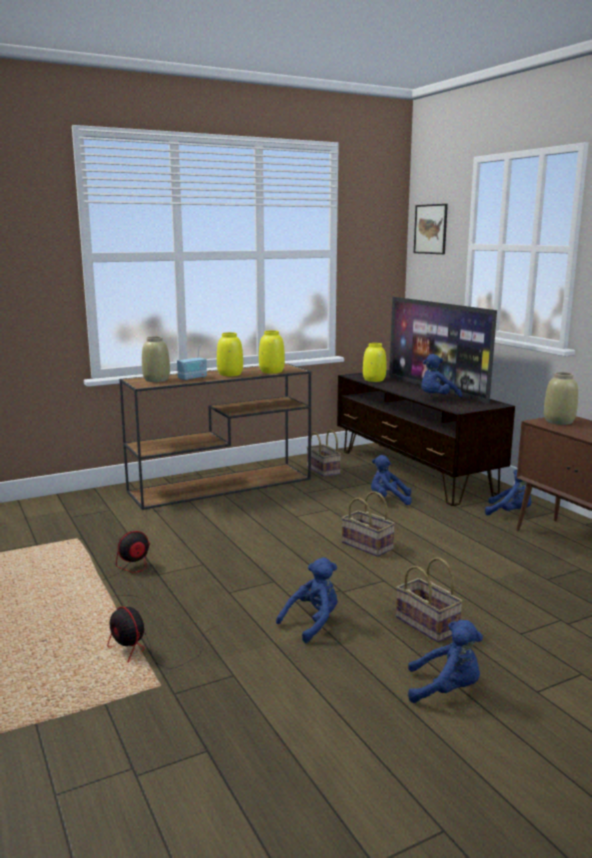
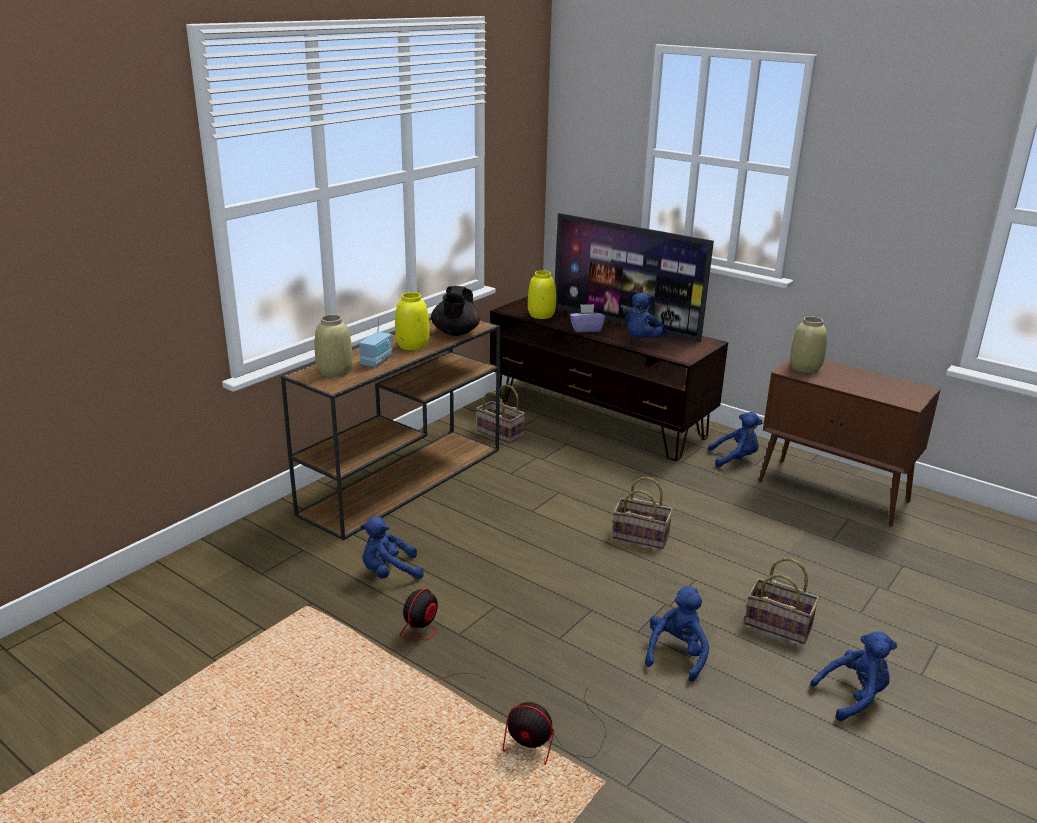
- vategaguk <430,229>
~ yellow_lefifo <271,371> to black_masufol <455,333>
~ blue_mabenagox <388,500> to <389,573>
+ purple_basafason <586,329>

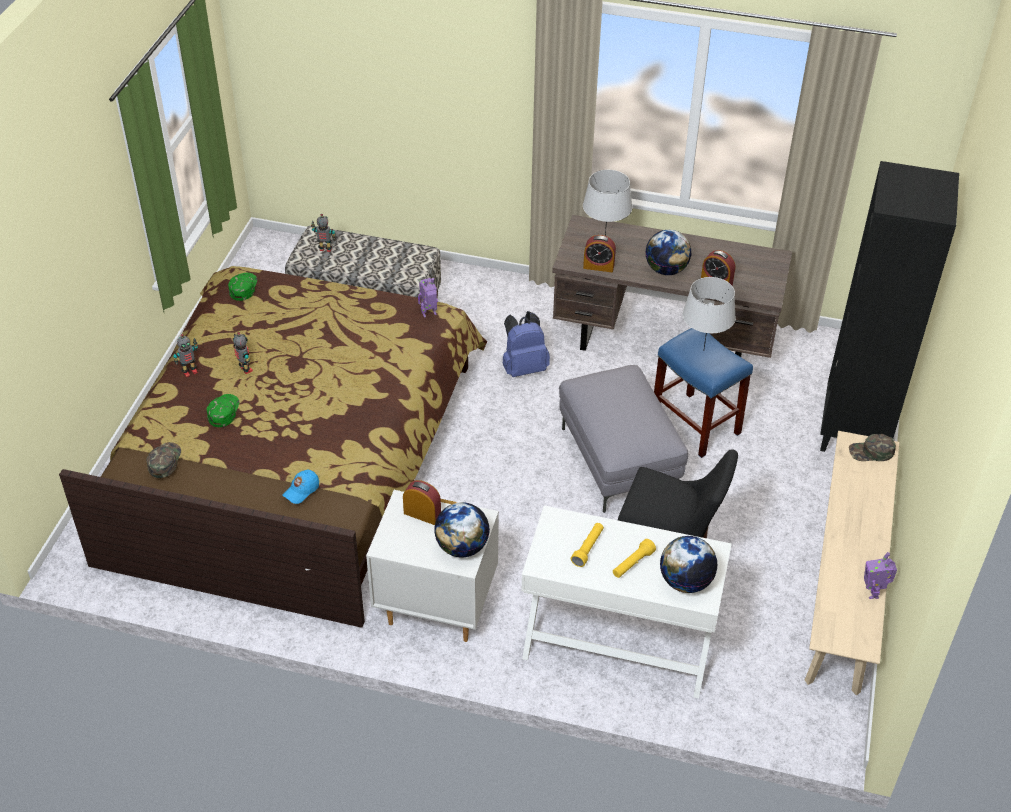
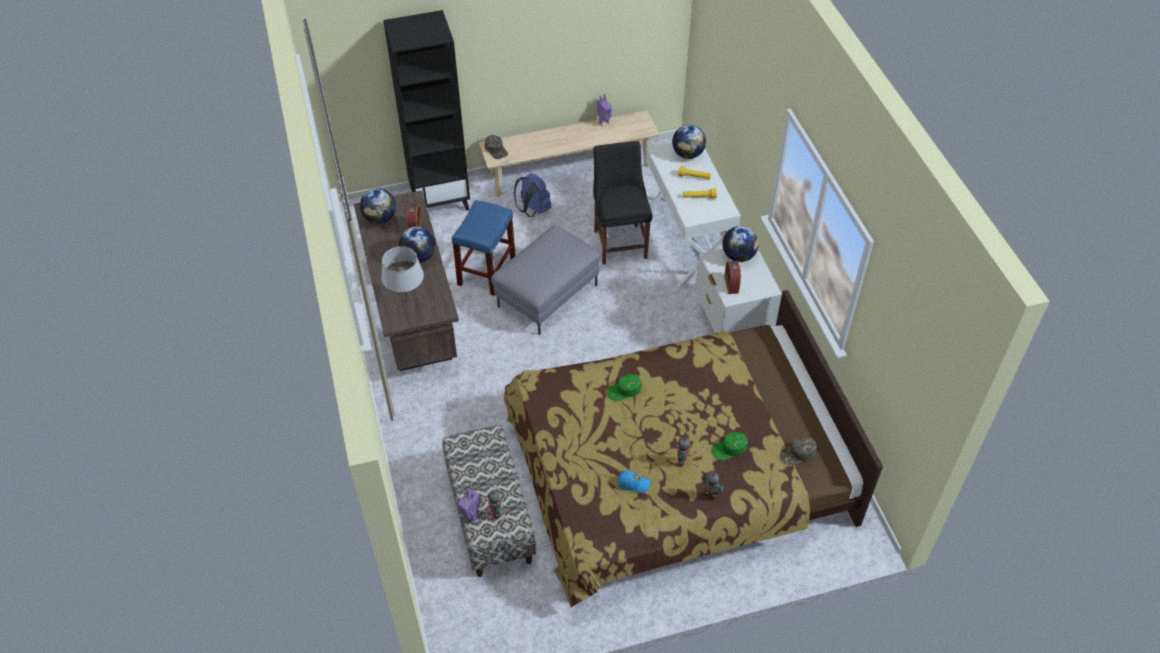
- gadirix <598,266>
~ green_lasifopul <243,287> to <624,390>
- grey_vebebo <703,350>
~ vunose <429,314> to <471,516>
~ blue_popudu <523,367> to <532,210>
~ blue_lasifopul <301,490> to <633,484>
+ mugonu <380,218>

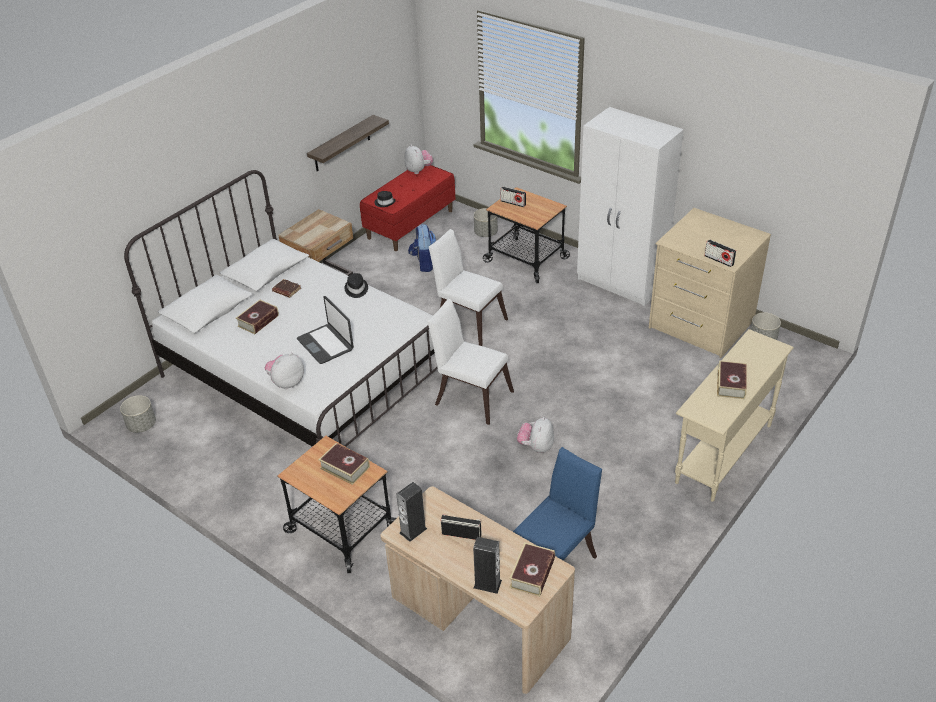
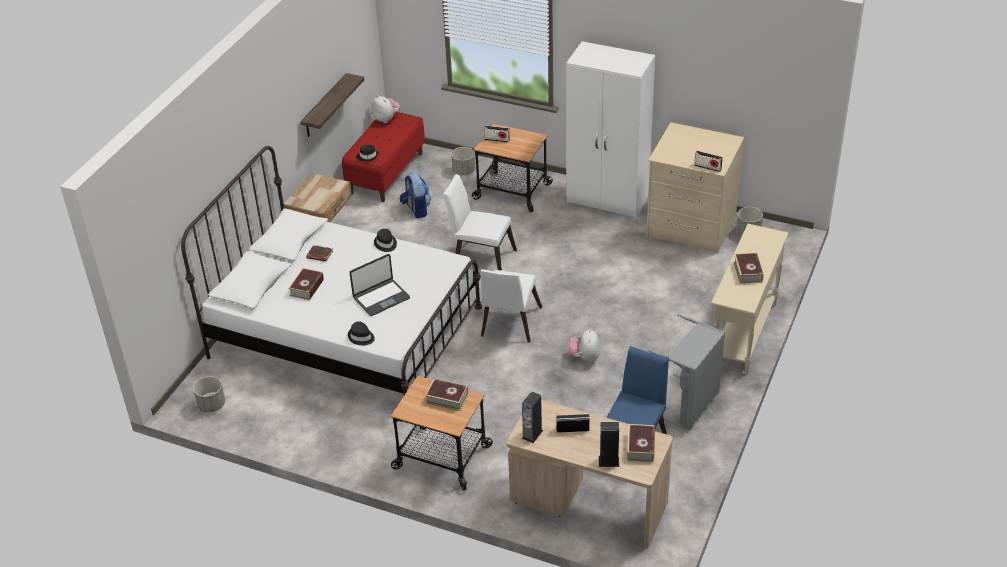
~ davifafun <326,344> = <381,298> 75 degrees counterclockwise
~ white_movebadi <470,396> = <509,324> 90 degrees counterclockwise
~ mabenagox <286,382> to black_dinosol <361,337>
+ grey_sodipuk <689,406>

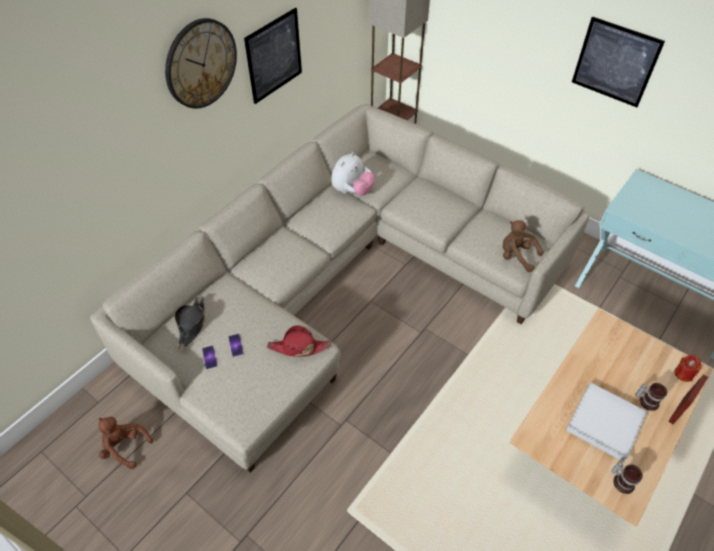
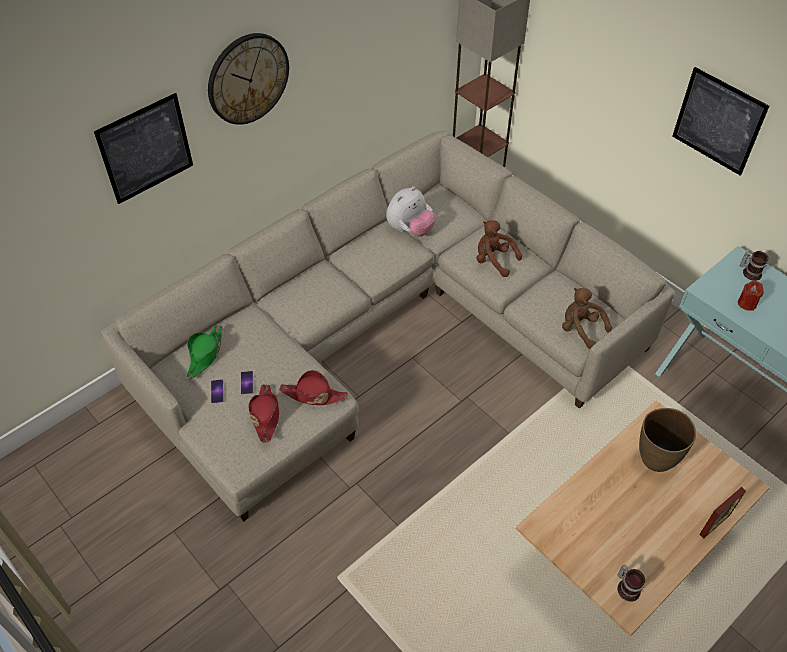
~ vategaguk <274,56> to <145,148>
~ black_dinosol <192,324> to green_dinosol <205,354>
~ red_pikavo <683,374> to <747,303>
- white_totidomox <604,422>
~ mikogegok <647,400> to <750,272>
~ brown_mabenagox <125,447> to <494,260>
+ red_dinosol <265,415>
+ brown_lefifo <655,460>

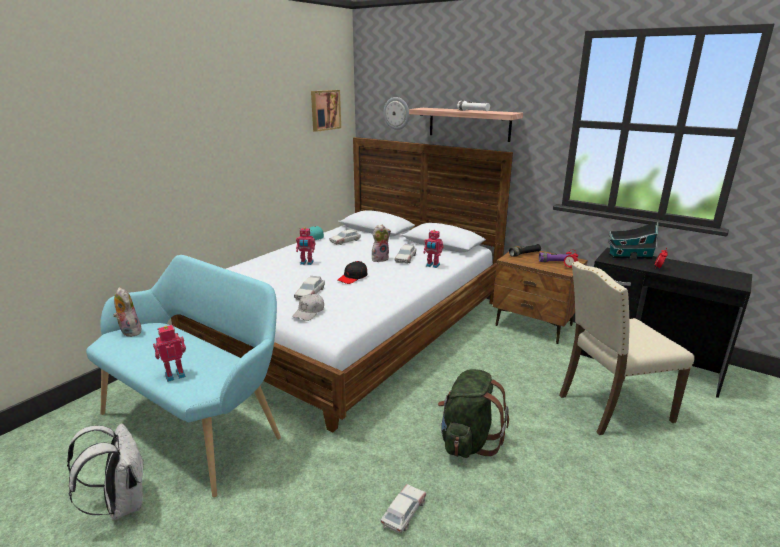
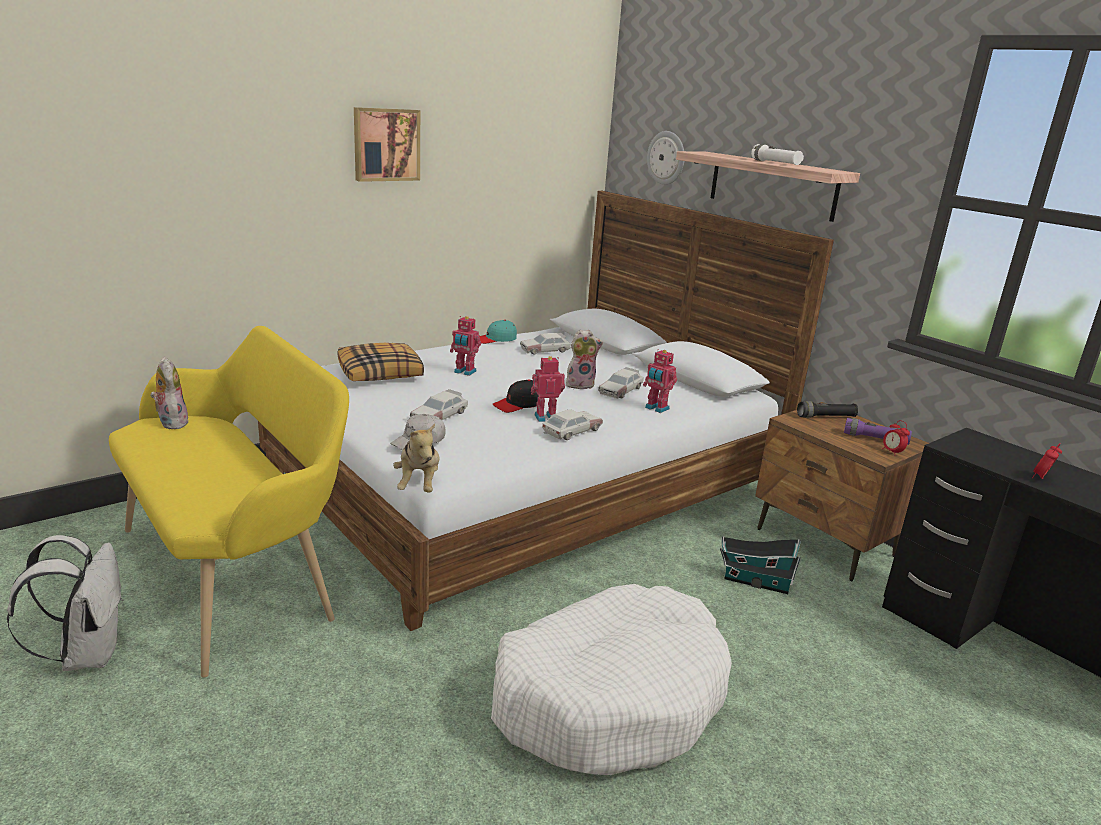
~ vategaguk <325,110> to <386,144>
~ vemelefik <629,256> to <754,581>
~ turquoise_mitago <198,423> to yellow_mitago <237,572>
- beige_movebadi <611,407>
~ vunose <175,374> to <545,417>
~ green_popudu <468,441> to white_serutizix <609,696>
~ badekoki <403,513> to <571,431>
+ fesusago <381,373>
+ mabenagox <419,484>

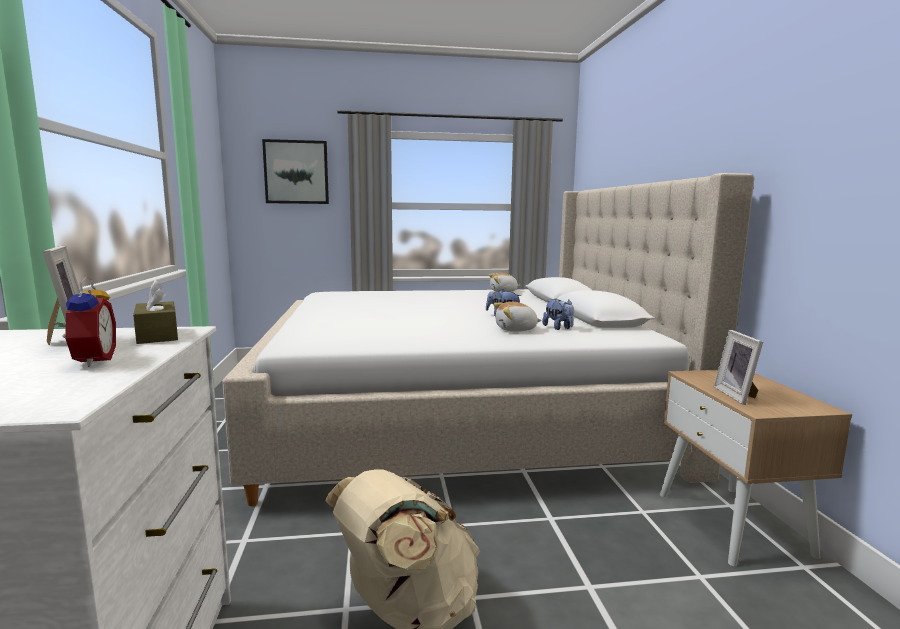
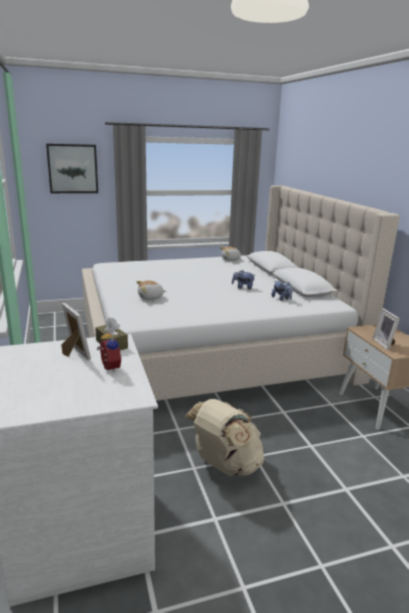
~ mabenagox <516,330> to <150,297>

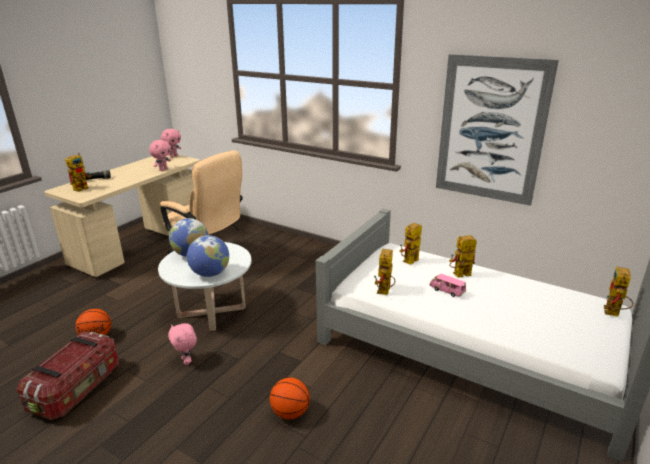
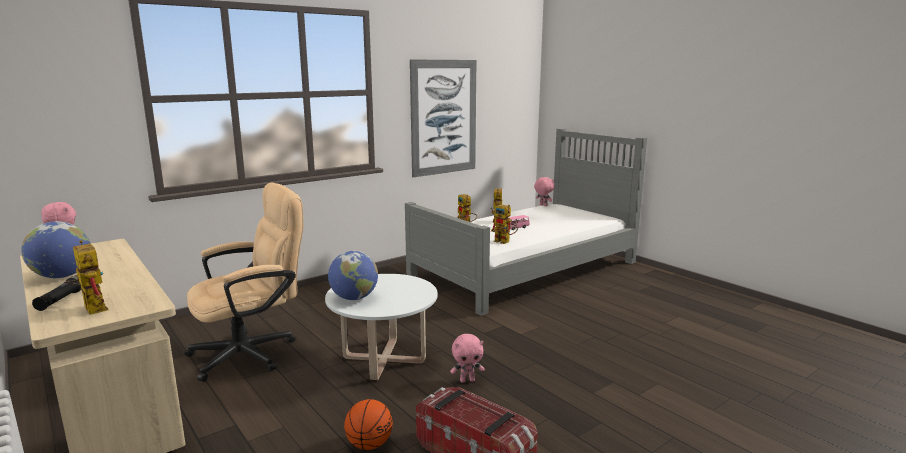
~ pink_mabenagox <163,169> to <543,205>
~ mugonu <210,274> to <62,276>
- vunose <613,314>
- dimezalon <290,412>

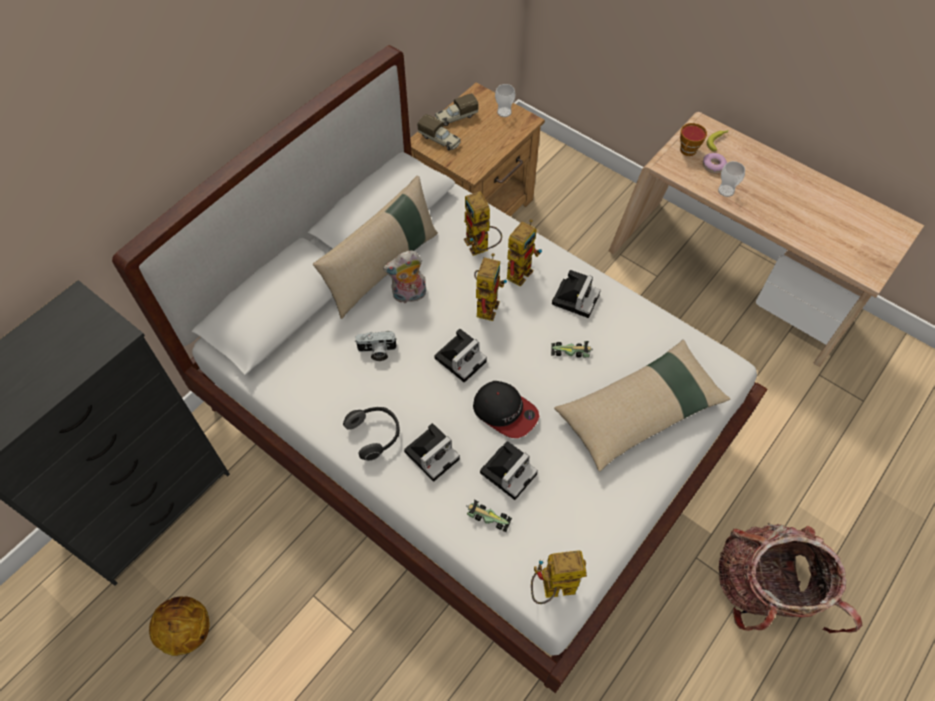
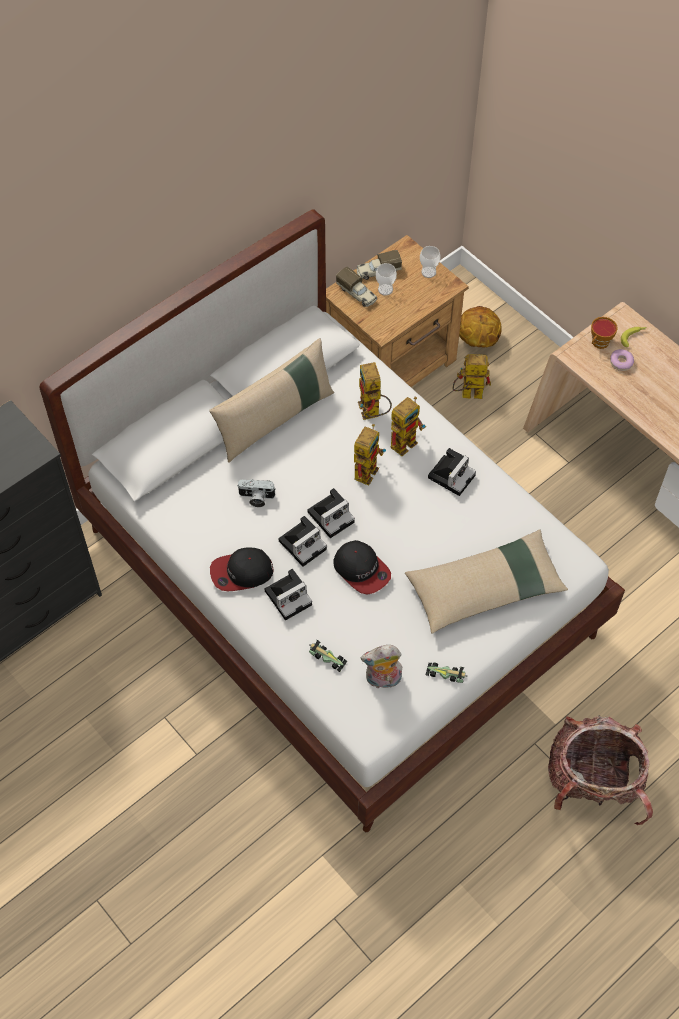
~ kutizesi <726,191> to <385,289>
~ mabenagox <409,296> to <382,680>
~ badekoki <571,351> to <446,674>
~ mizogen <375,435> to lasifopul <241,572>
~ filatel <509,471> to <303,543>
~ vunose <551,590> to <467,394>
~ dimezalon <187,631> to <477,340>

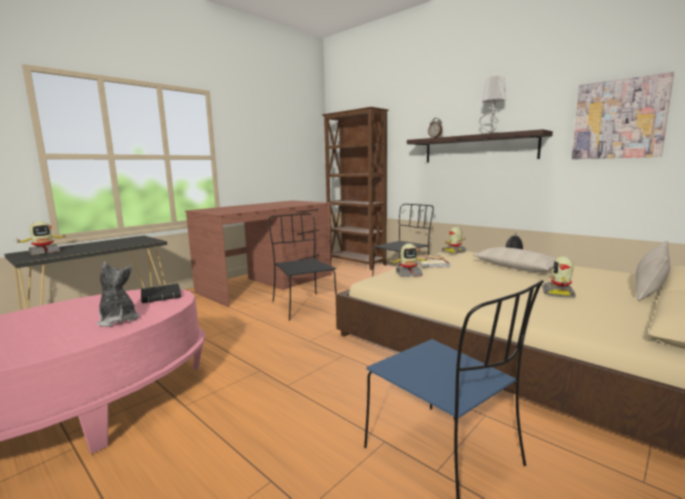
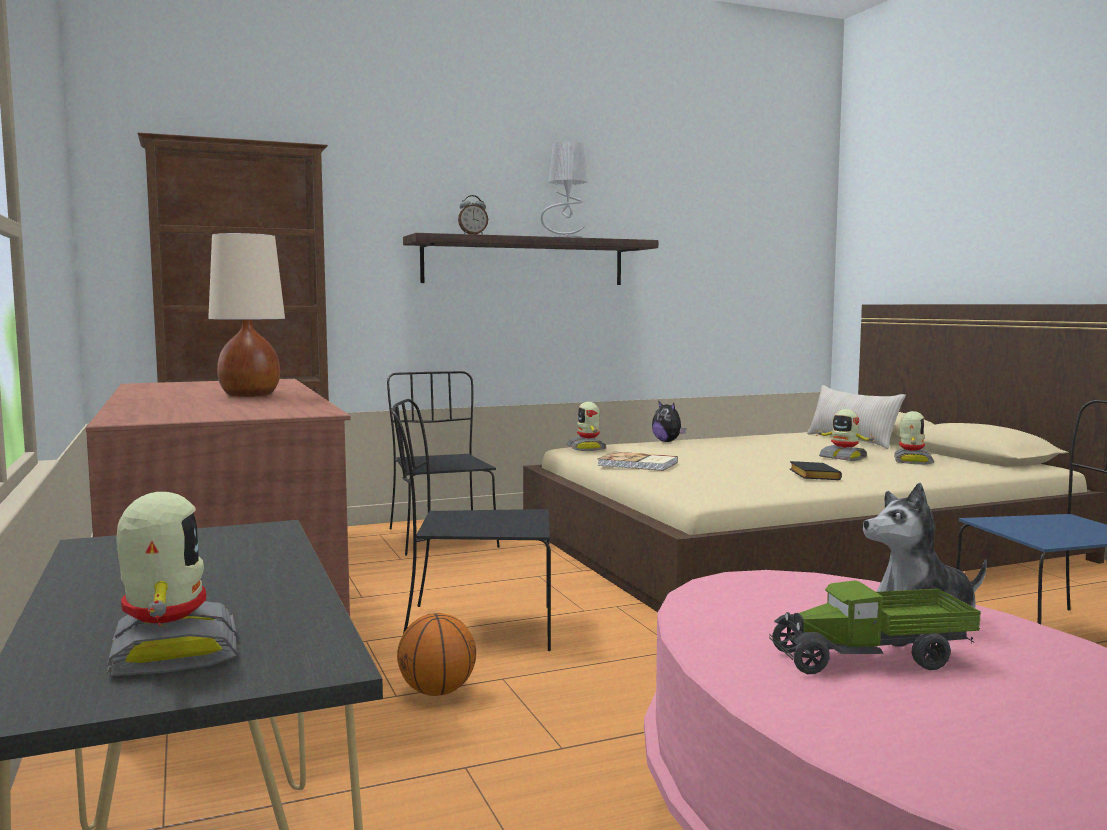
- vategaguk <619,119>
~ vunose <408,274> to <912,461>
- beige_fesusago <516,267>
~ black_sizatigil <162,297> to <812,476>
+ beige_vebebo <249,396>
+ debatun <872,659>
+ dimezalon <437,692>

